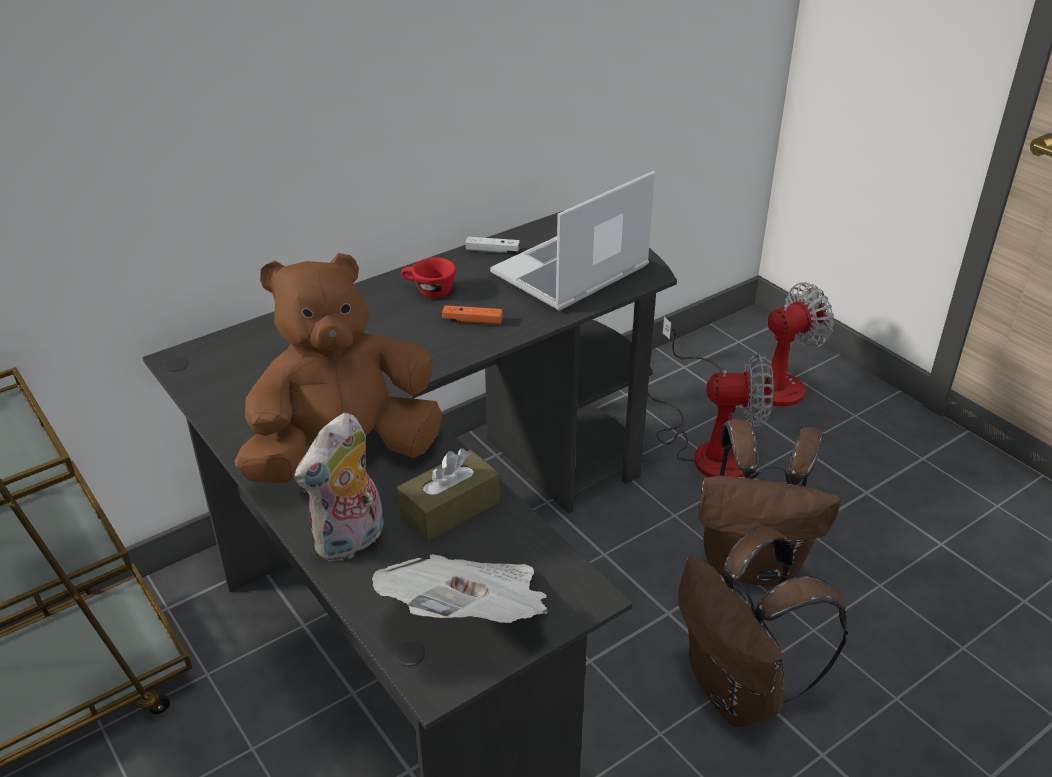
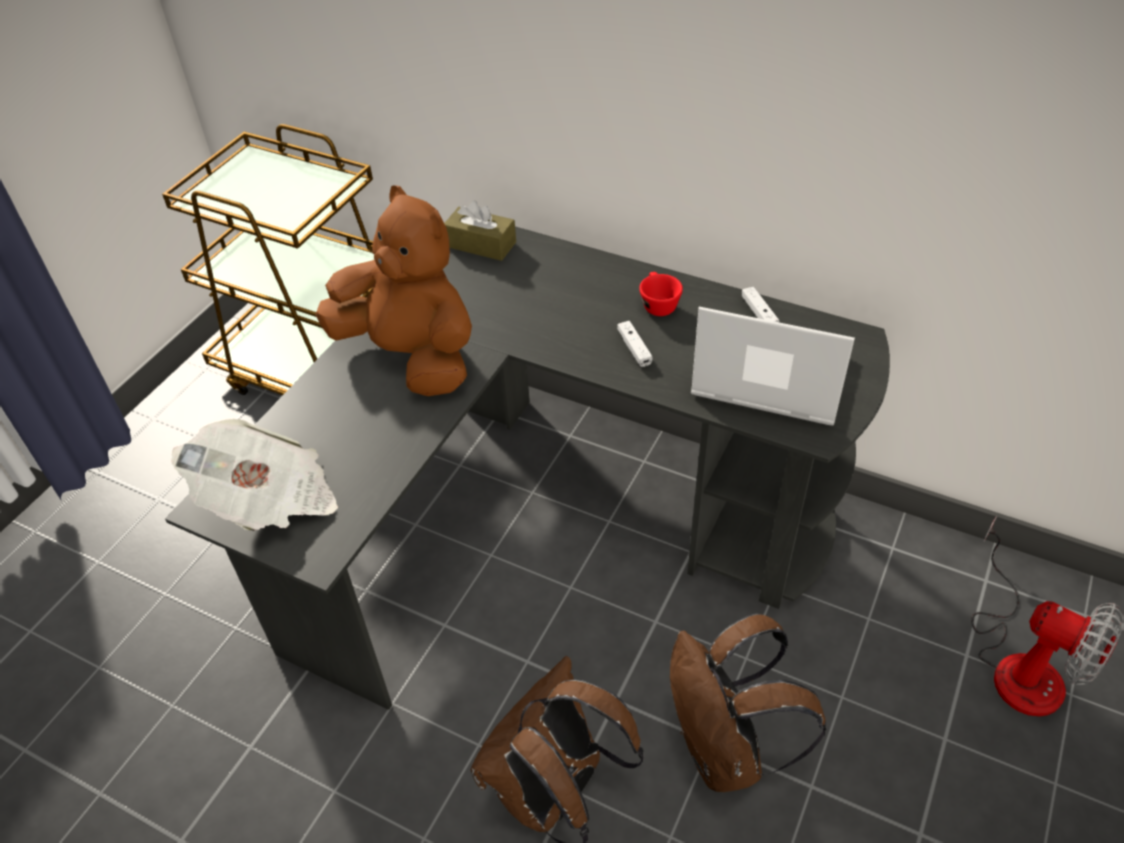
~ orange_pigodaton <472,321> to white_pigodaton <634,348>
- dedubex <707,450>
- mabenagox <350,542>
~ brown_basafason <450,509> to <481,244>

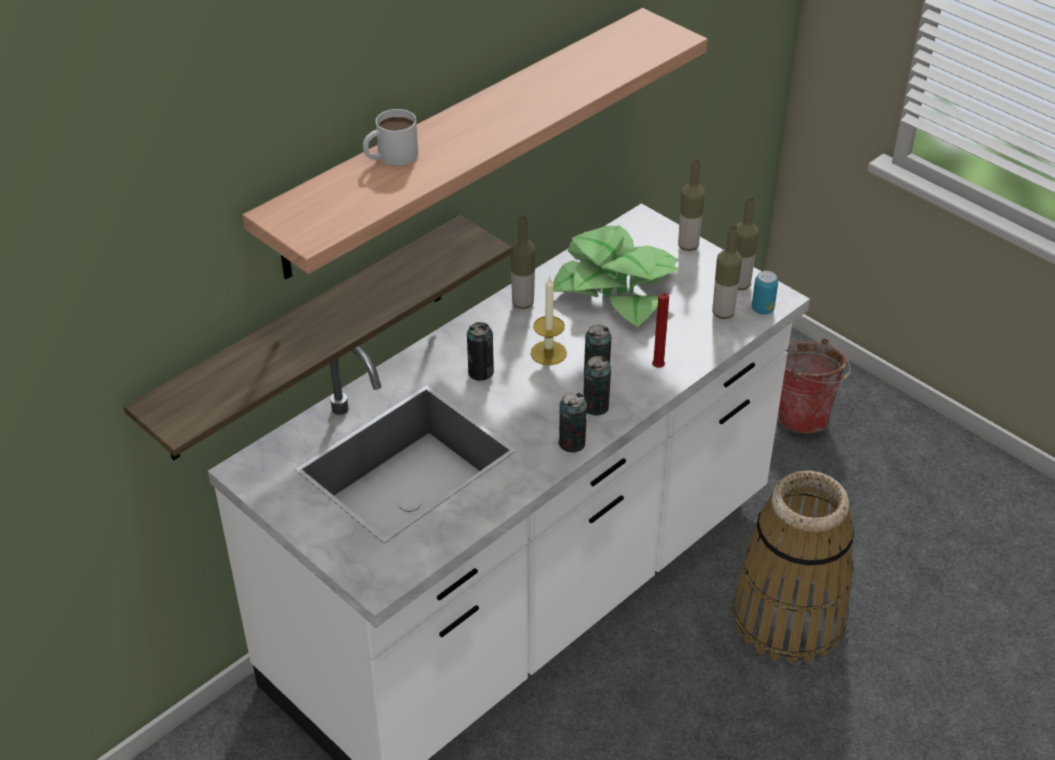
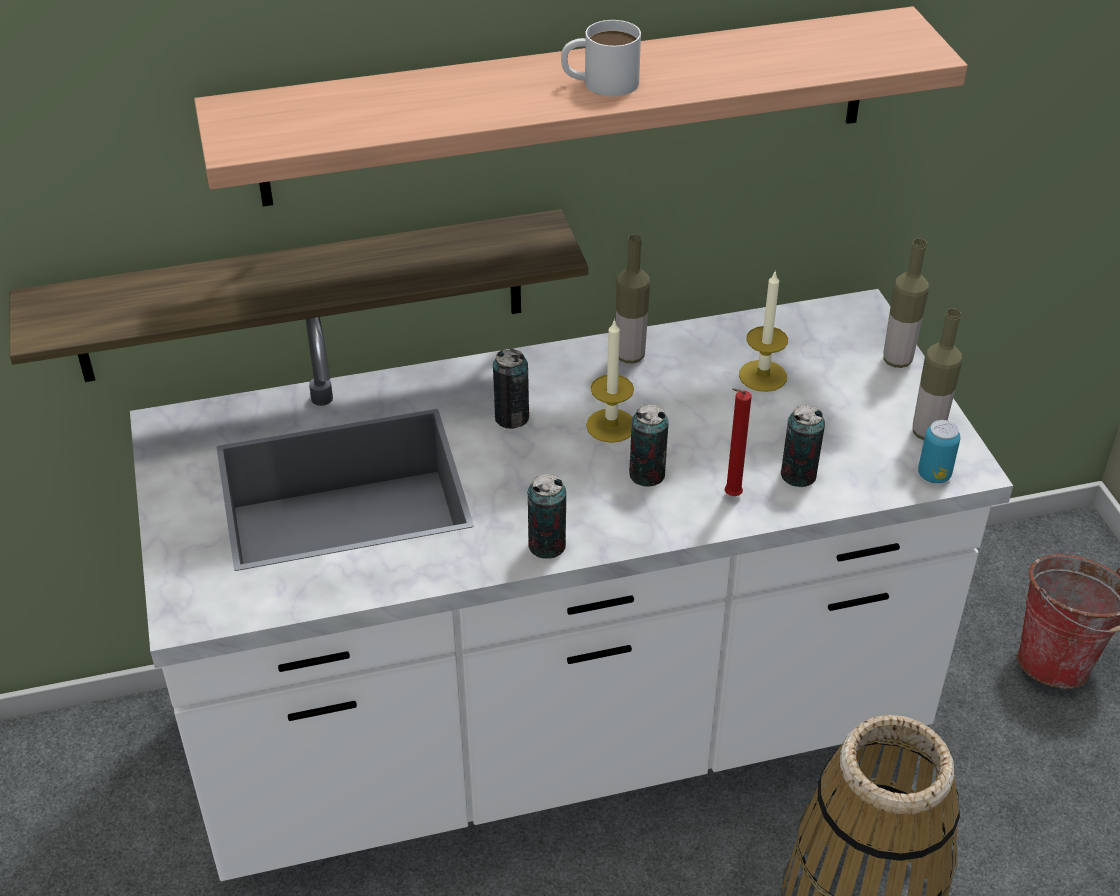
~ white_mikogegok <390,156> to <600,82>
- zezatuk <723,313>
~ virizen <616,285> to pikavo <762,376>
~ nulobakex <595,407> to <798,475>

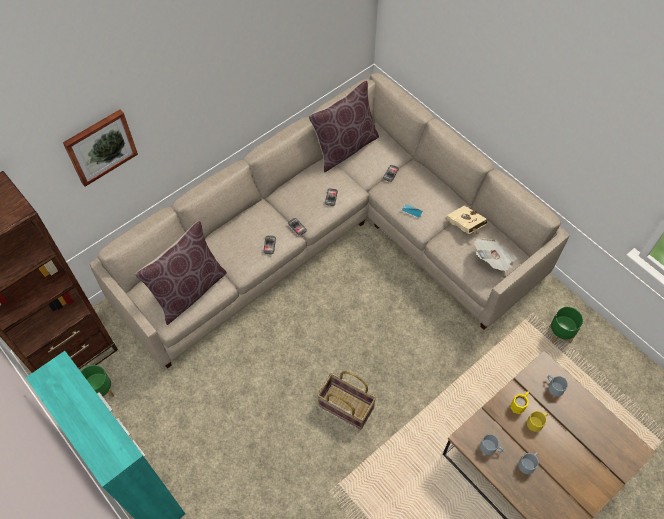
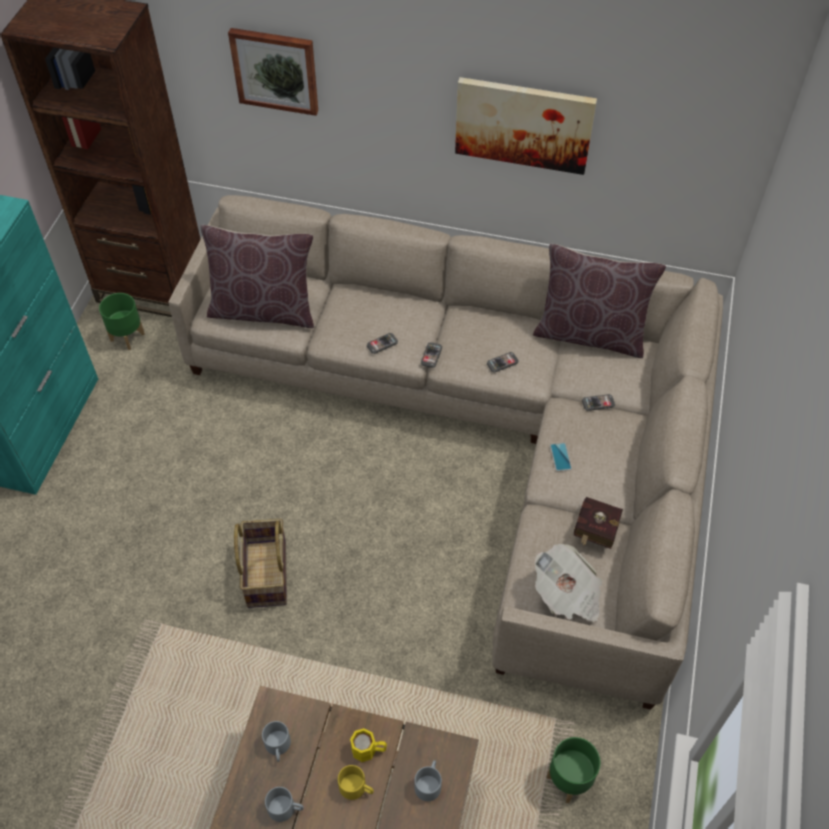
~ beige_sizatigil <465,226> to red_sizatigil <594,532>
+ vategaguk <524,124>

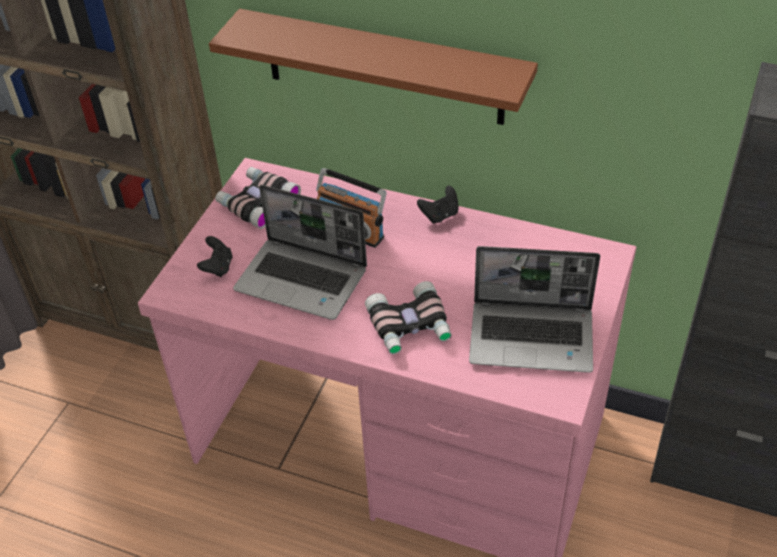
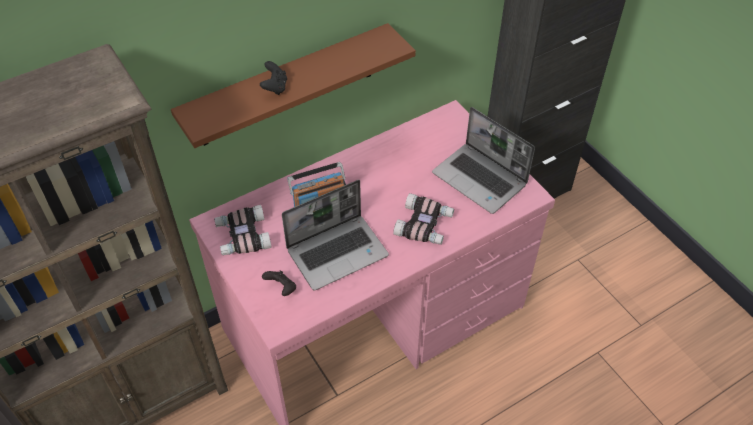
~ black_pigodaton <440,215> to <275,87>
~ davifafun <533,337> = <480,179> 90 degrees clockwise

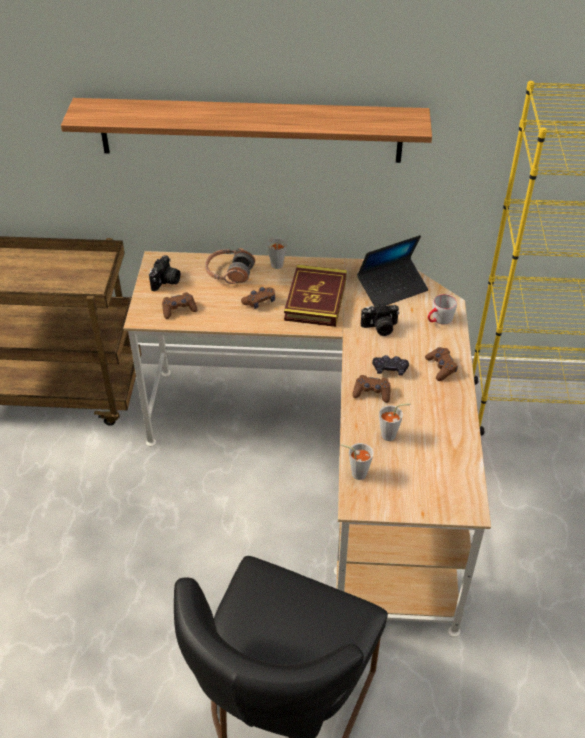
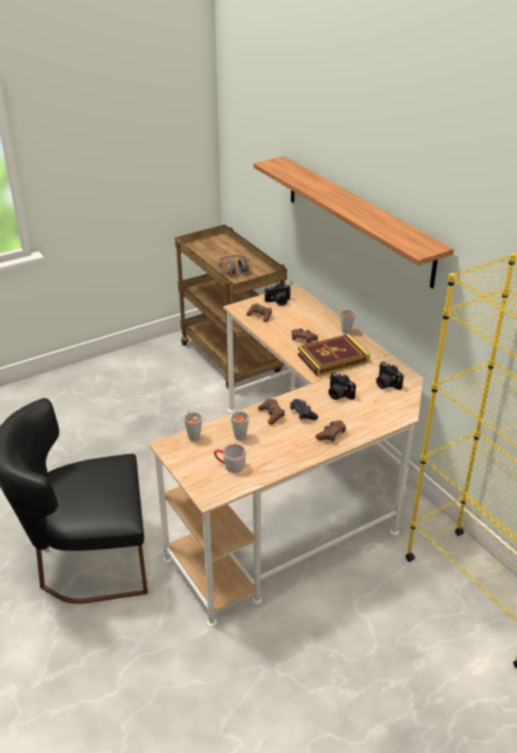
~ davifafun <392,288> to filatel <386,384>
~ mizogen <229,273> to <234,269>
~ grey_mikogegok <439,320> to <229,465>

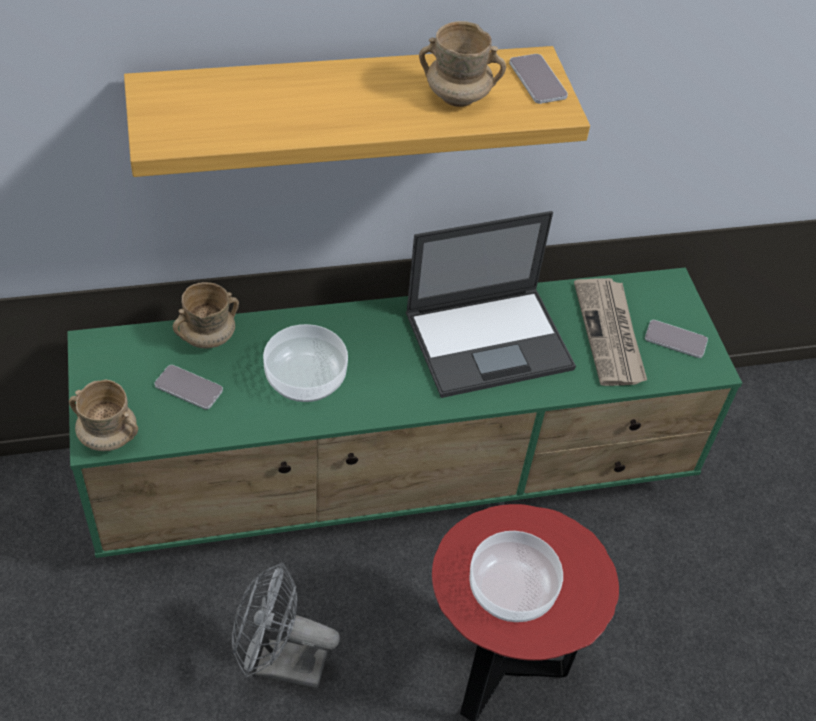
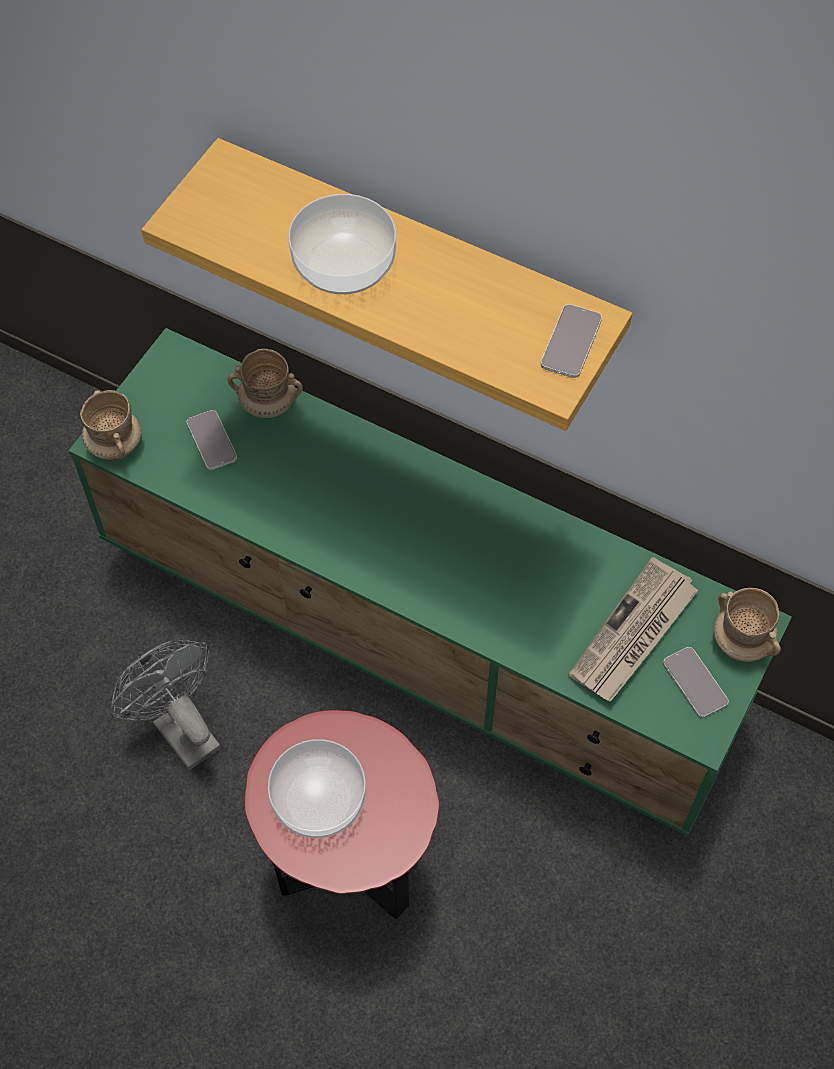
~ beige_mikogegok <458,96> to <741,641>
- davifafun <490,340>
~ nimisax <306,377> to <345,264>

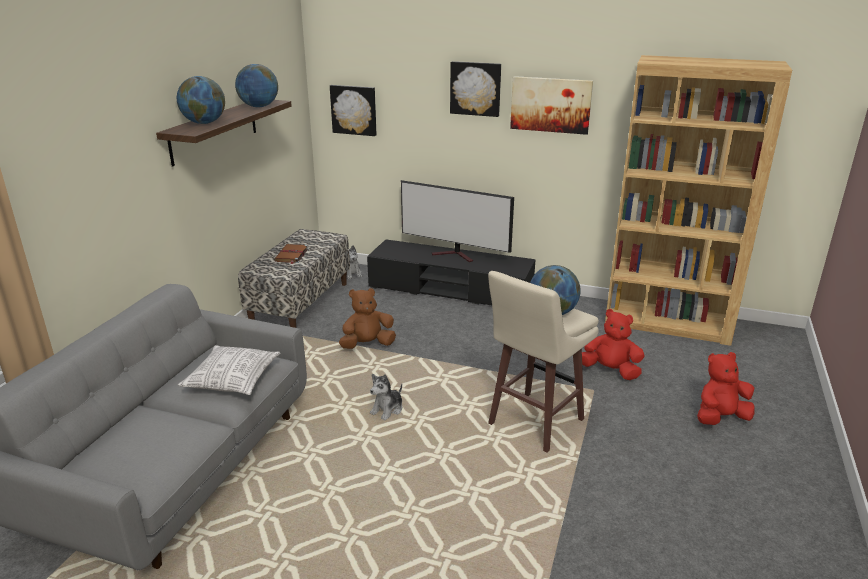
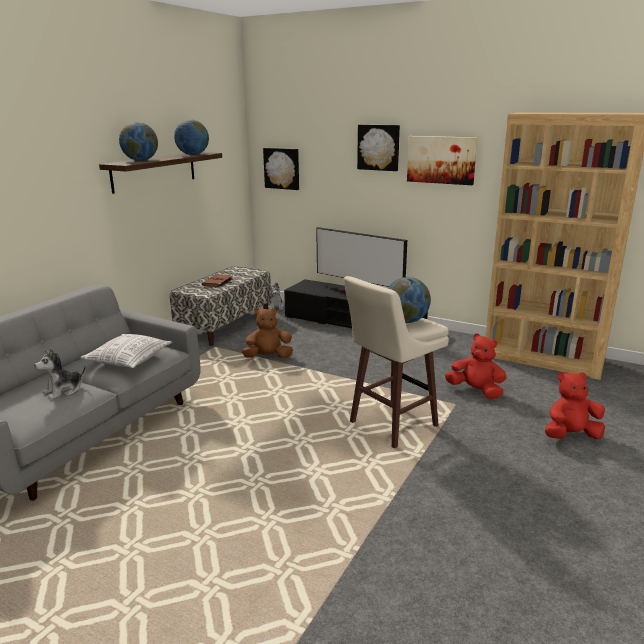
~ mabenagox <387,409> to <63,390>

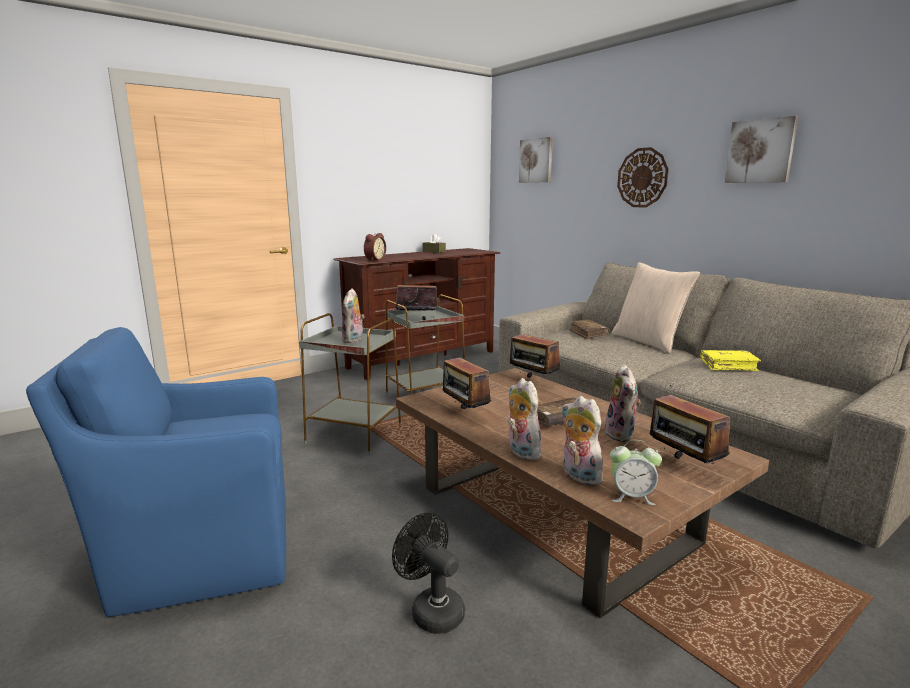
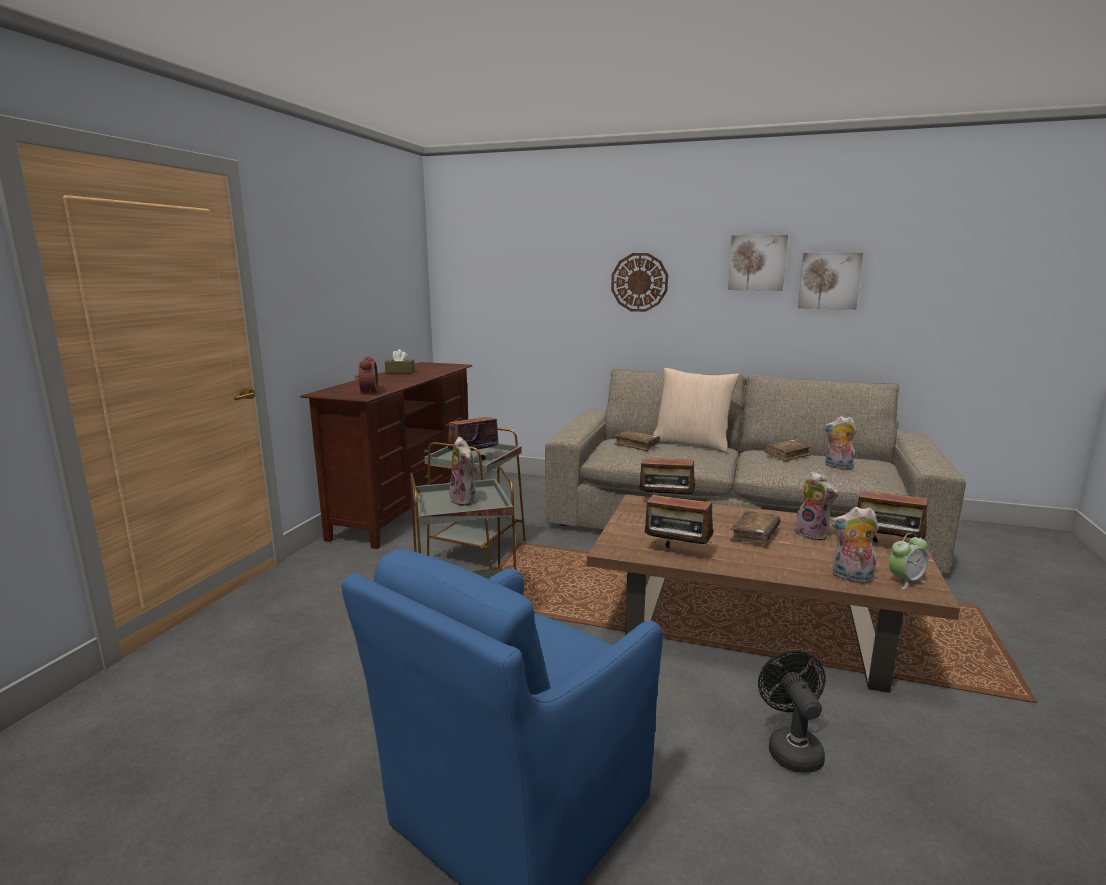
~ vategaguk <536,160> to <829,281>
~ yellow_sizatigil <728,366> to brown_sizatigil <787,455>
~ mabenagox <521,452> to <837,467>
~ black_dedubex <431,609> = <791,747> 75 degrees clockwise

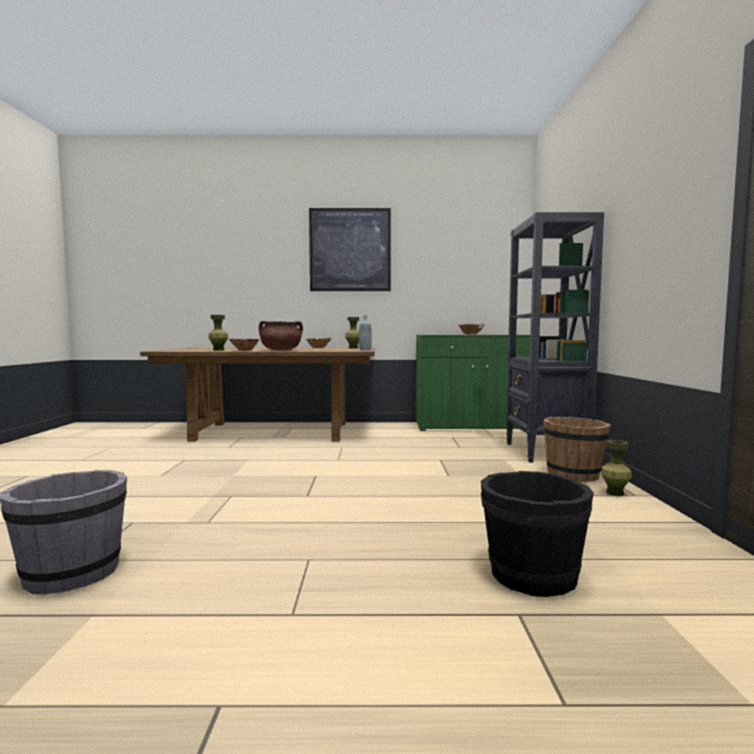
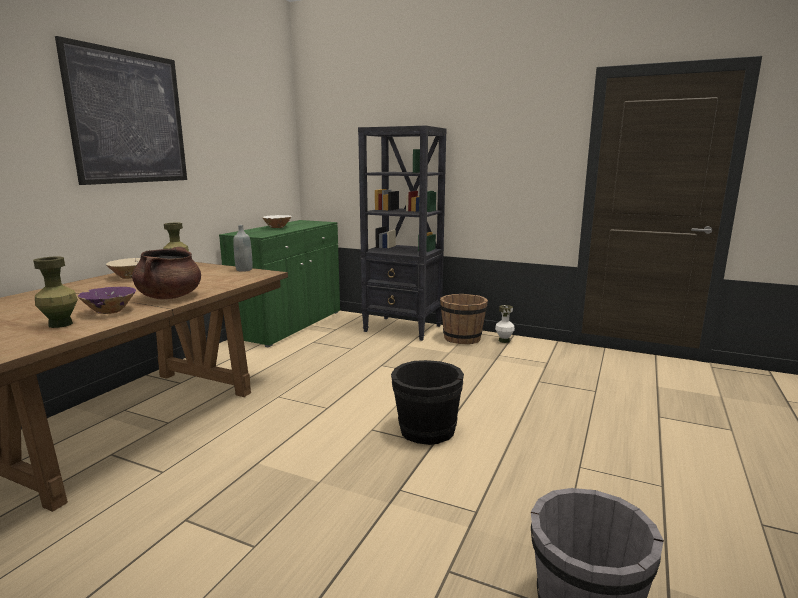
~ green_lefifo <614,493> to white_lefifo <504,341>
~ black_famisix <531,575> to <426,430>

